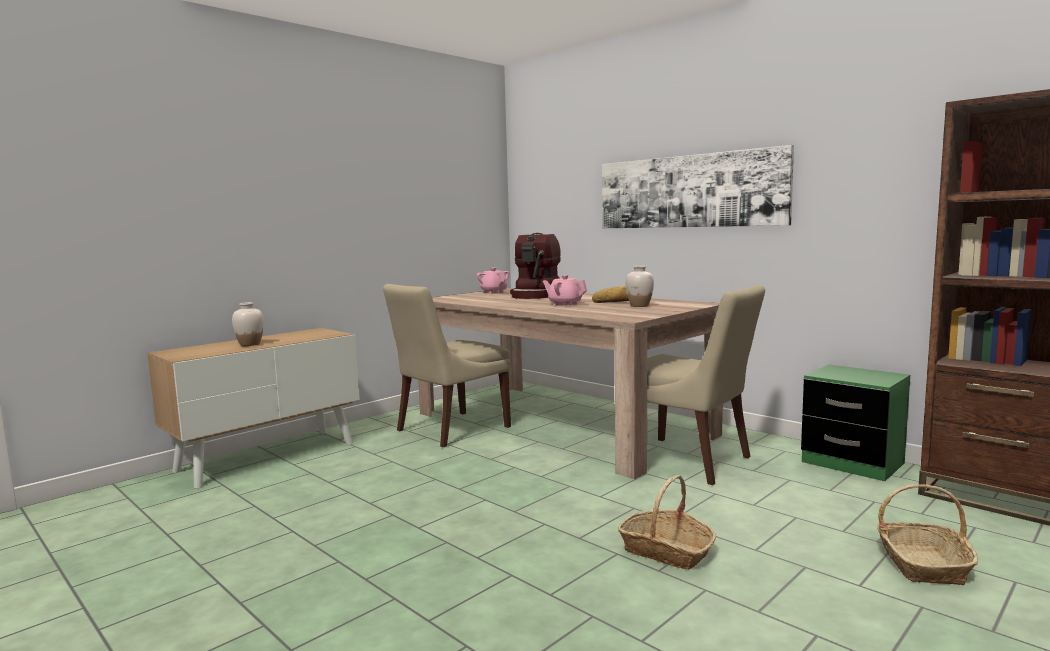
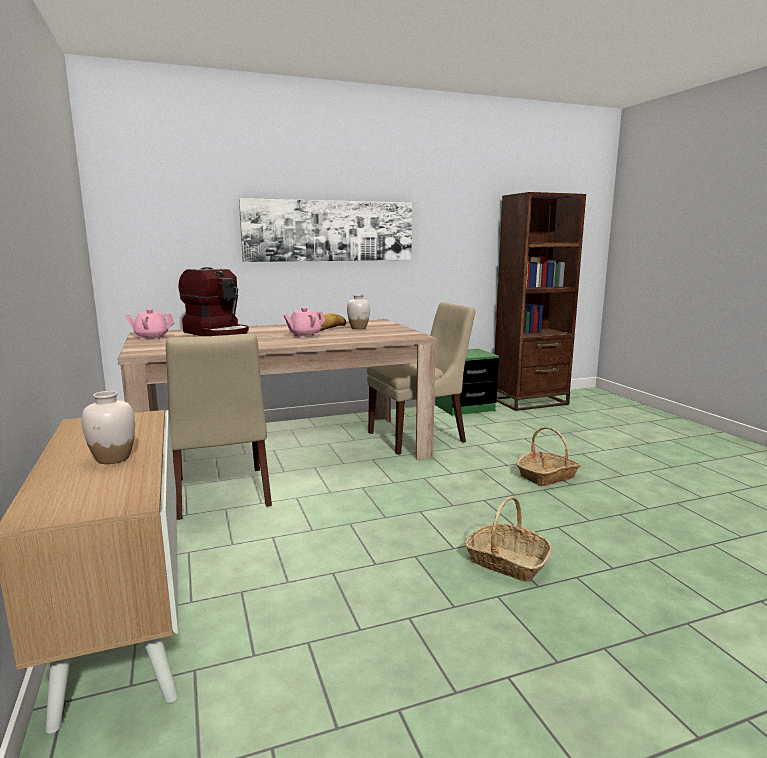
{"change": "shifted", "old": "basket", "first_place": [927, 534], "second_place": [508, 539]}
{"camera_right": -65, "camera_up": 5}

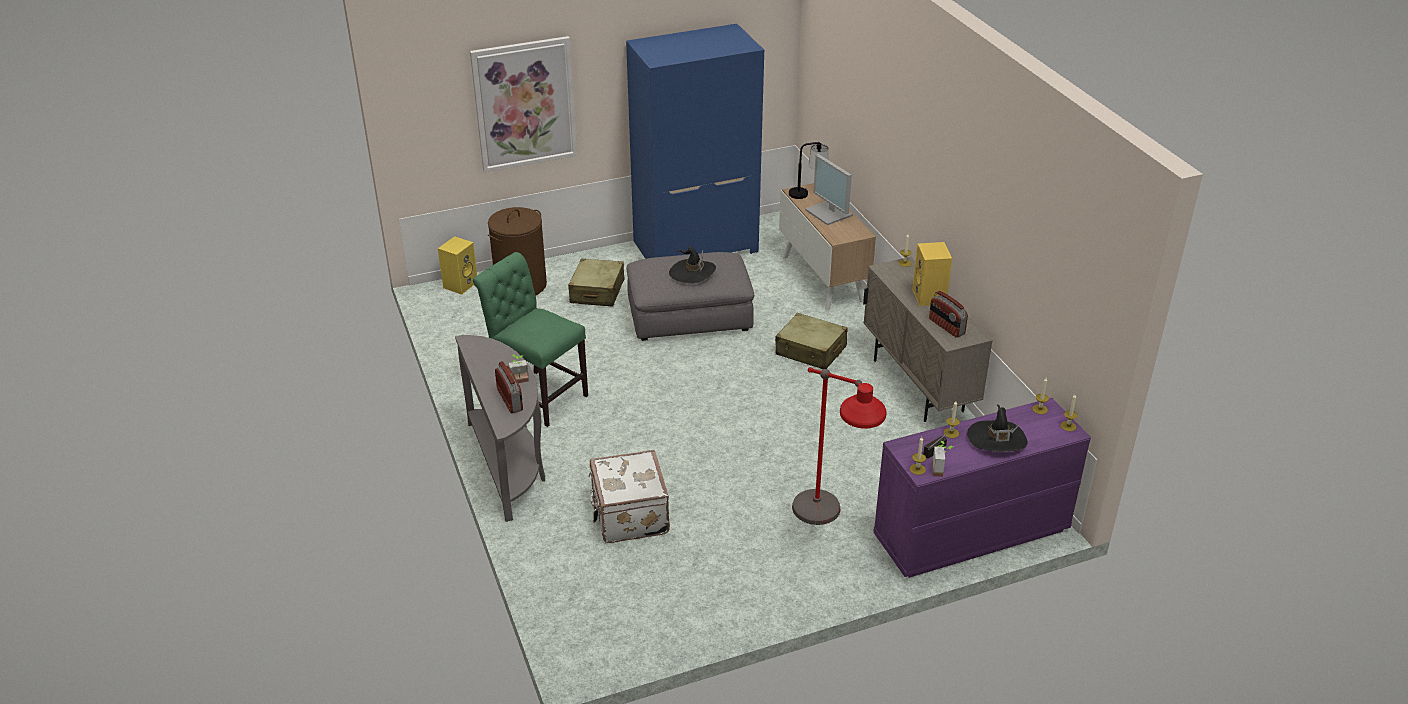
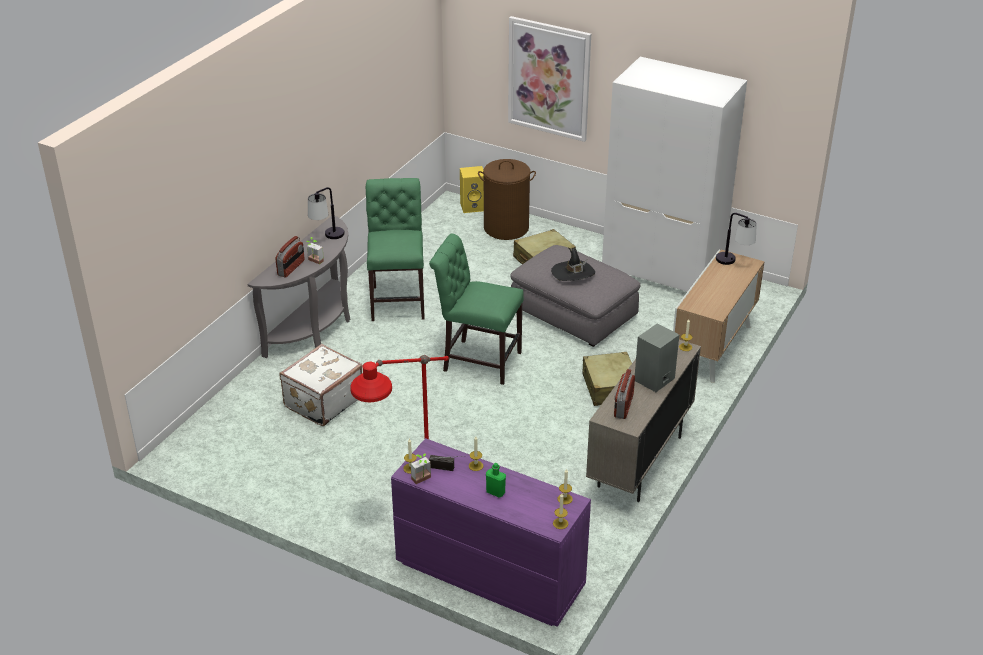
{"change": "gone", "old": "monitor", "first_place": [829, 189]}
{"change": "new", "new": "table lamp", "second_place": [326, 213]}
{"change": "new", "new": "green chair", "second_place": [476, 309]}
{"change": "swapped", "old": "black hat", "new": "green bottle", "first_place": [997, 428], "second_place": [496, 480]}
{"change": "repainted", "old": "blue wardrobe", "new": "white wardrobe", "first_place": [695, 141], "second_place": [674, 174]}
{"change": "repainted", "old": "yellow speaker", "new": "grey speaker", "first_place": [932, 274], "second_place": [657, 357]}
{"camera_right": 50, "camera_up": 0}

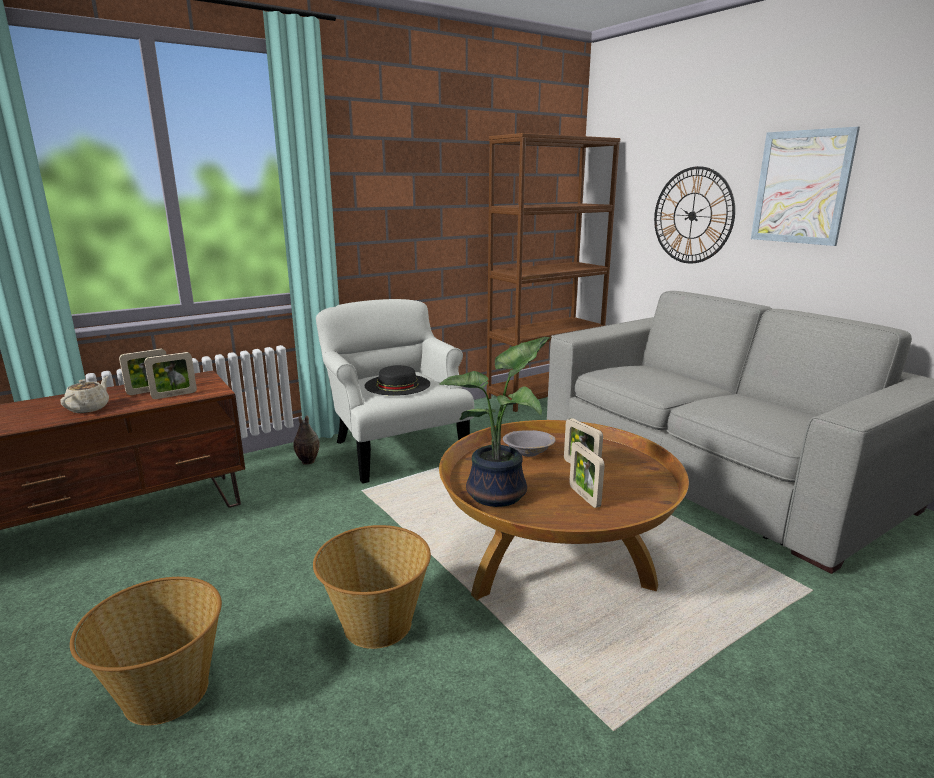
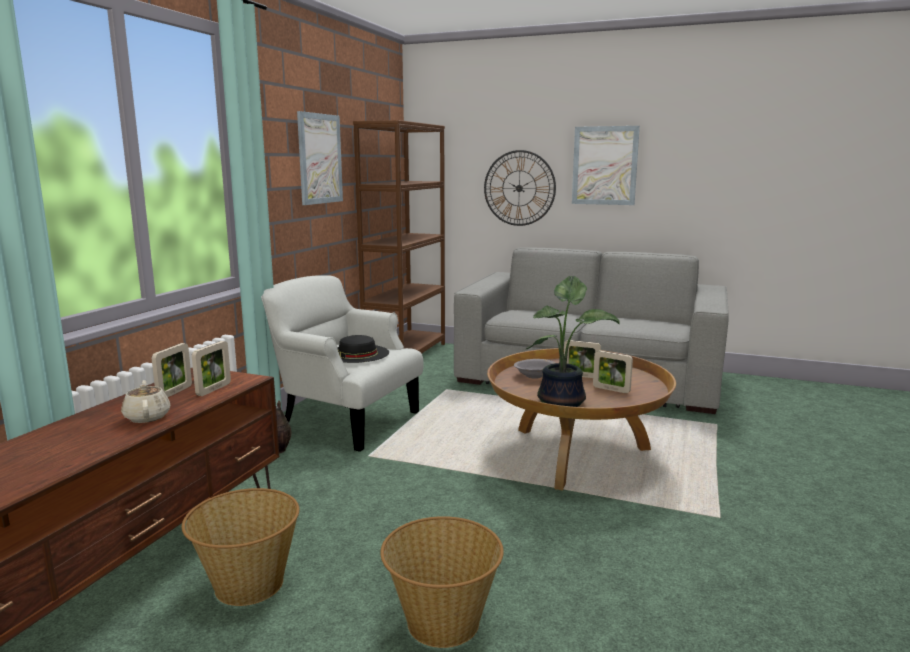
{"change": "new", "new": "picture", "second_place": [320, 158]}
{"change": "shifted", "old": "basket", "first_place": [372, 587], "second_place": [240, 547]}
{"camera_right": -35, "camera_up": -5}

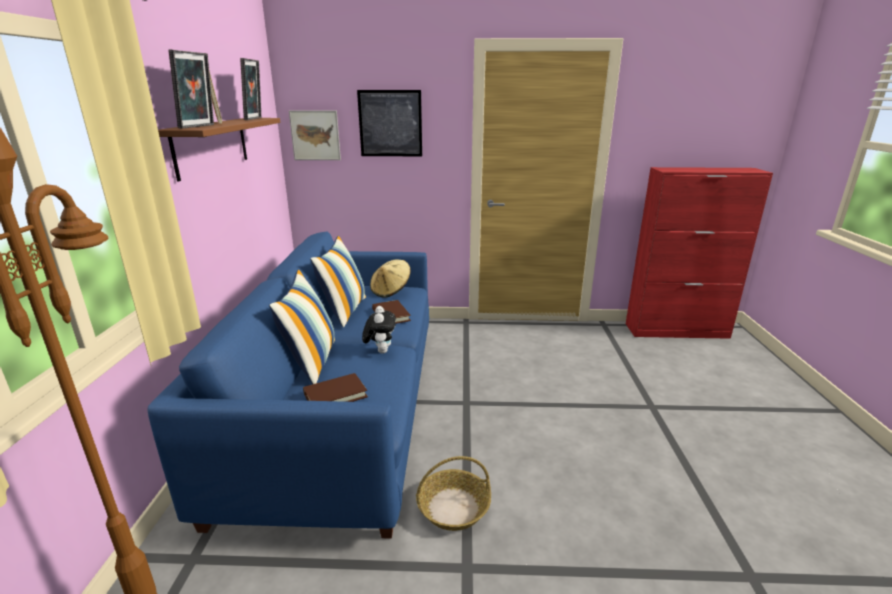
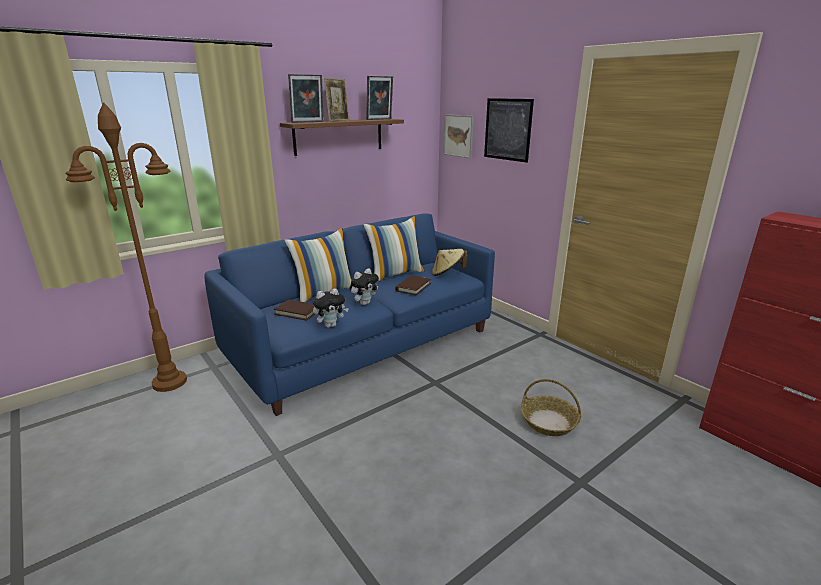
{"change": "new", "new": "plush toy", "second_place": [331, 308]}
{"change": "shifted", "old": "basket", "first_place": [453, 493], "second_place": [551, 407]}
{"camera_right": 50, "camera_up": 0}

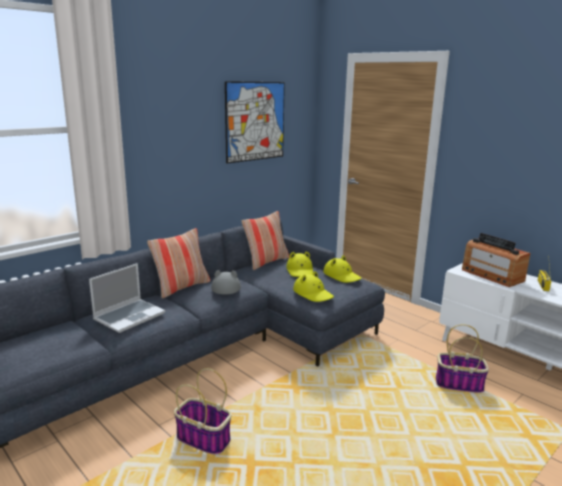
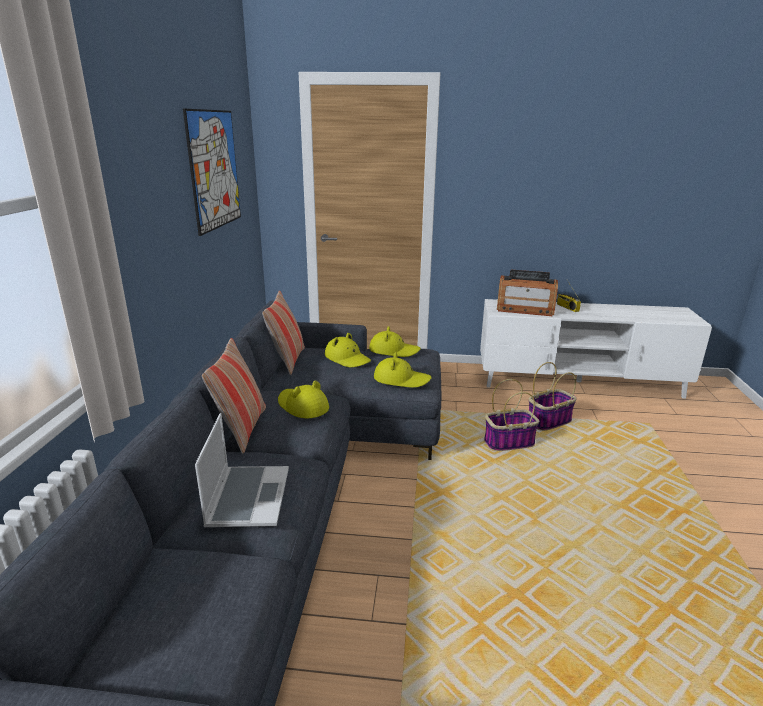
{"change": "shifted", "old": "basket", "first_place": [203, 411], "second_place": [511, 415]}
{"change": "repainted", "old": "grey hat", "new": "yellow hat", "first_place": [226, 282], "second_place": [303, 399]}
{"camera_right": -40, "camera_up": 5}

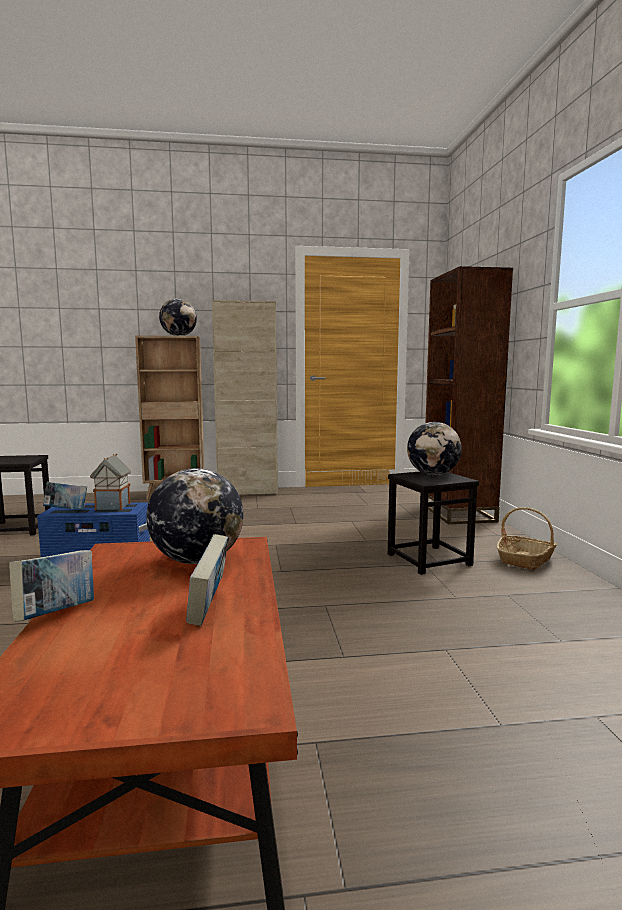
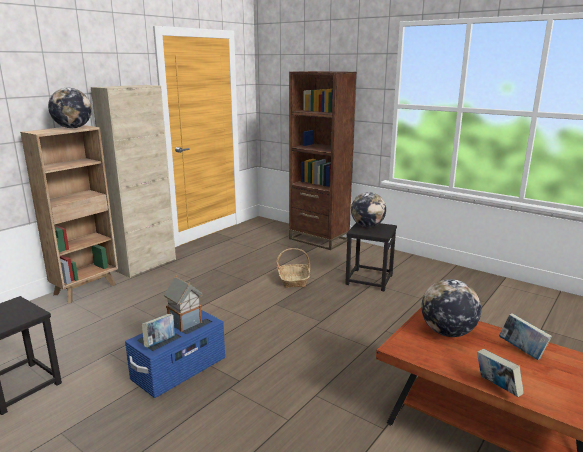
{"change": "shifted", "old": "basket", "first_place": [527, 538], "second_place": [293, 268]}
{"camera_right": -45, "camera_up": 10}

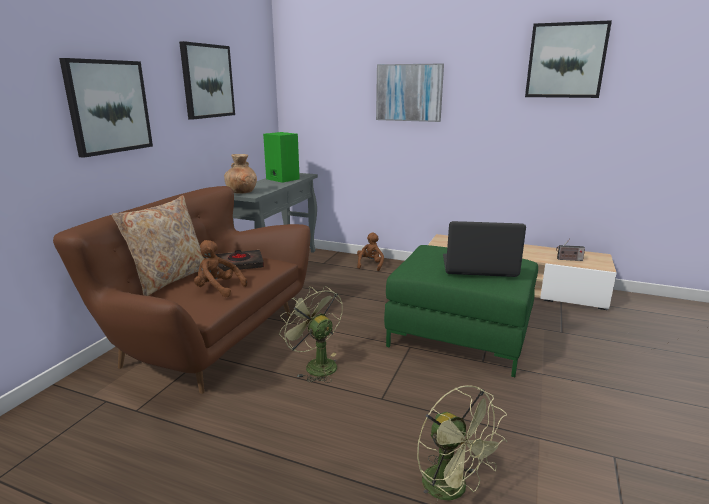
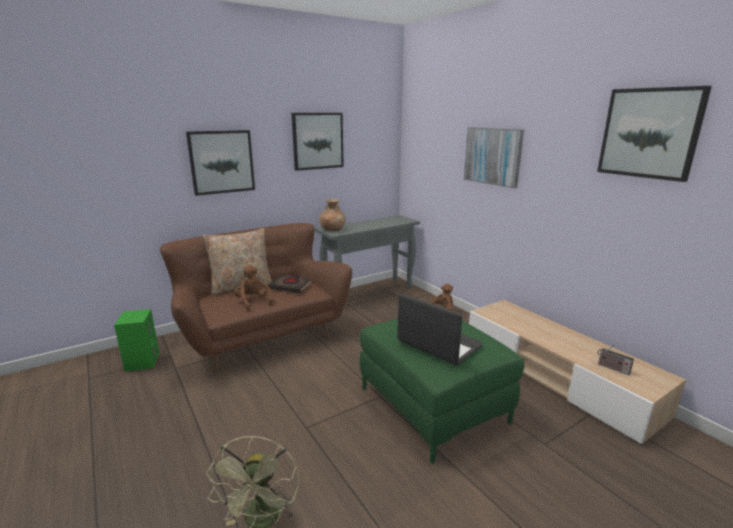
{"change": "gone", "old": "green fan", "first_place": [311, 334]}
{"change": "shifted", "old": "green speaker", "first_place": [281, 157], "second_place": [136, 340]}
{"camera_right": 35, "camera_up": 0}

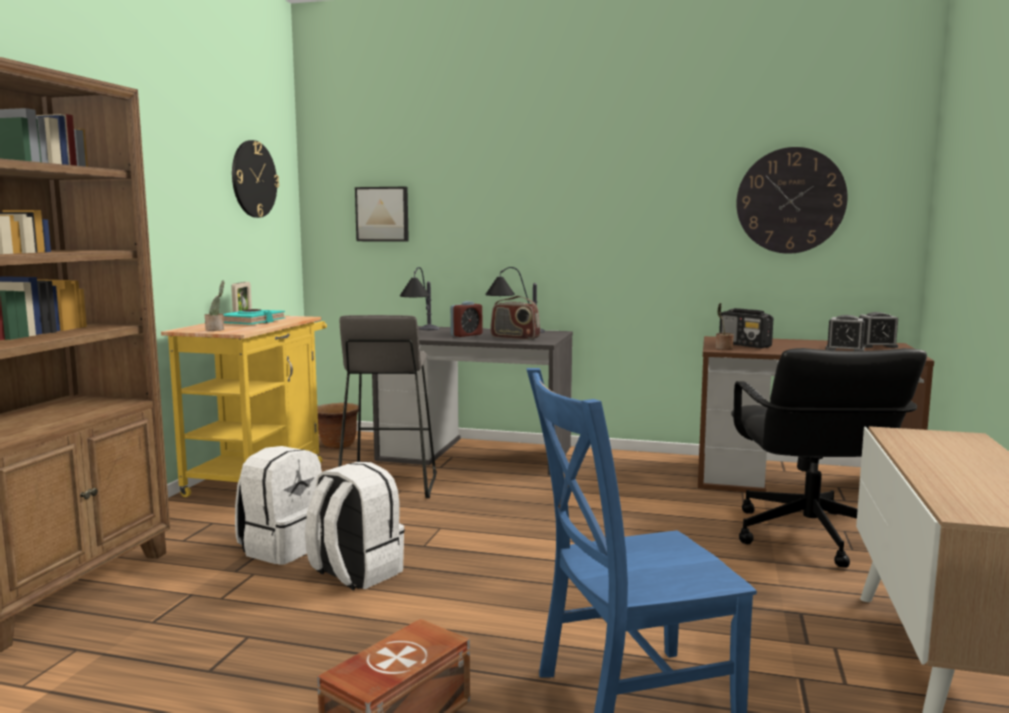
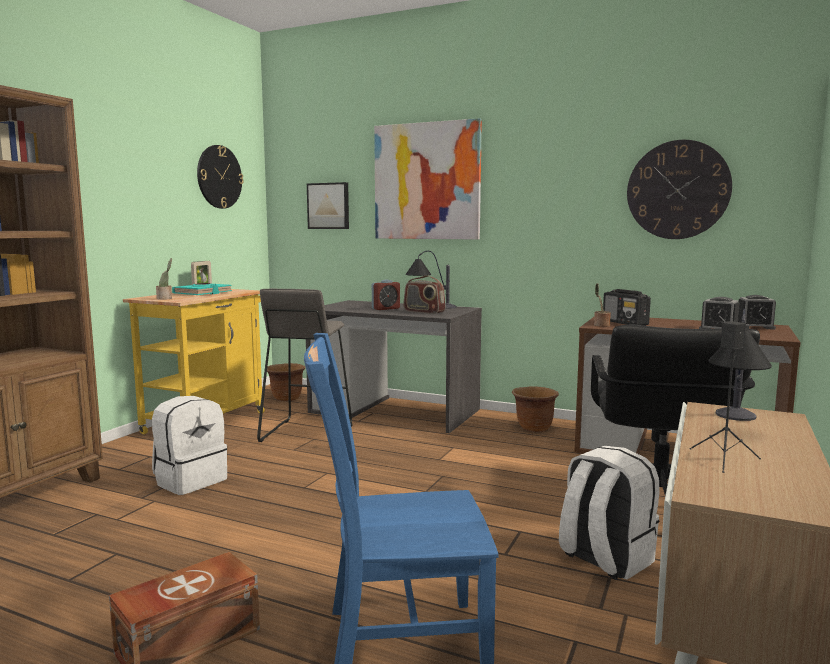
{"change": "new", "new": "picture", "second_place": [428, 179]}
{"change": "new", "new": "brown planter", "second_place": [535, 409]}
{"change": "new", "new": "black speaker", "second_place": [725, 397]}
{"change": "shifted", "old": "white backpack", "first_place": [355, 526], "second_place": [609, 513]}
{"change": "shifted", "old": "table lamp", "first_place": [420, 298], "second_place": [740, 365]}
{"camera_right": 10, "camera_up": 0}

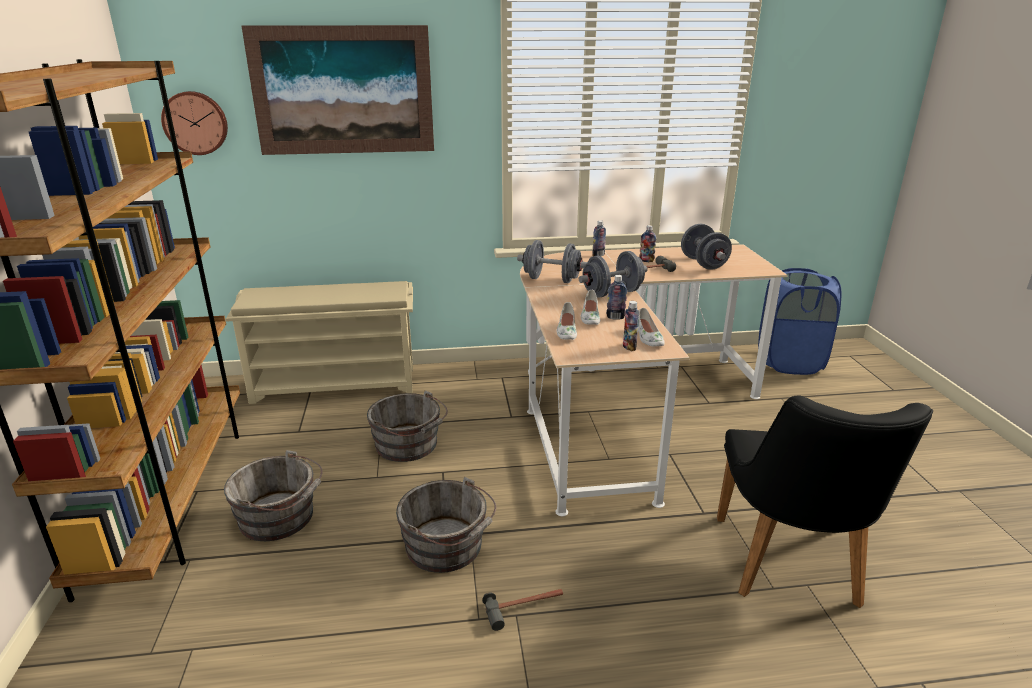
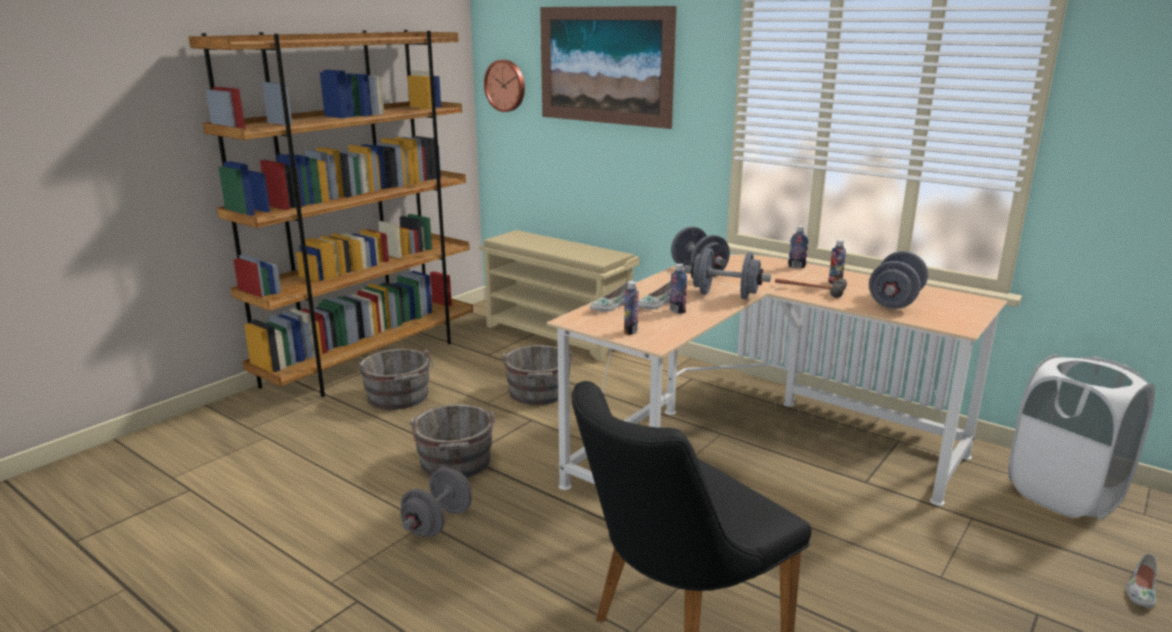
{"change": "shifted", "old": "white shoe", "first_place": [651, 327], "second_place": [1142, 581]}
{"change": "swapped", "old": "hammer", "new": "grey dumbbell", "first_place": [522, 610], "second_place": [436, 502]}
{"change": "repainted", "old": "blue laundry basket", "new": "white laundry basket", "first_place": [800, 321], "second_place": [1081, 437]}
{"camera_right": 45, "camera_up": -5}

